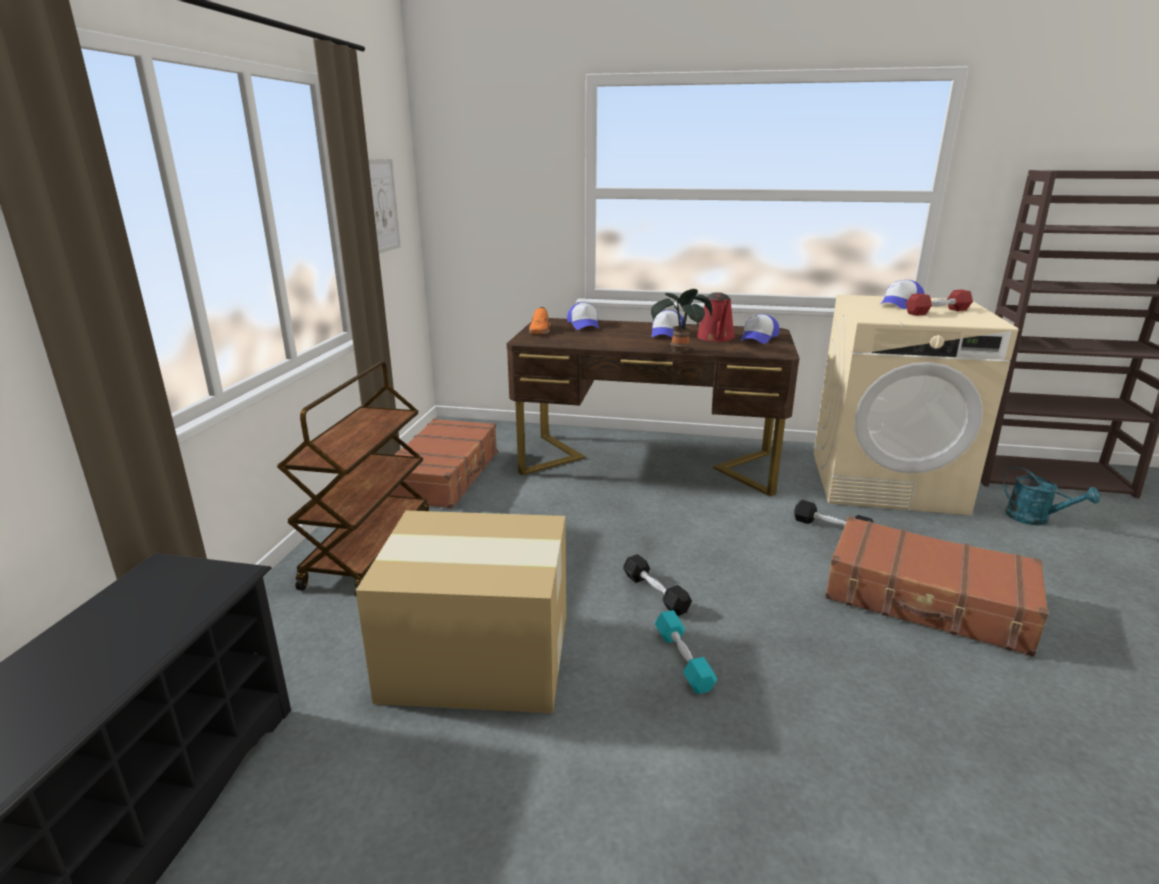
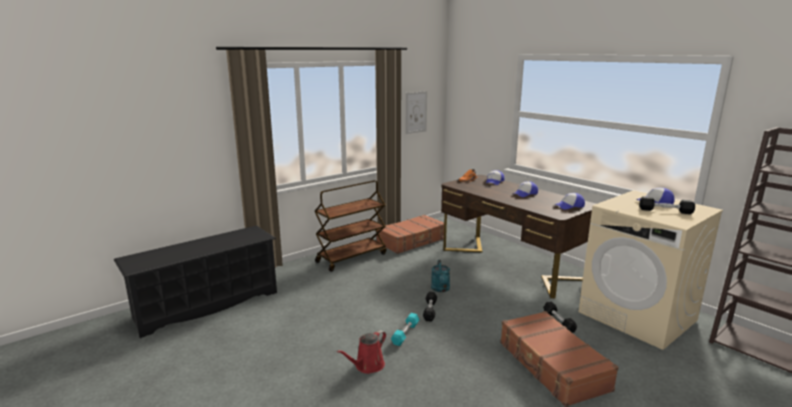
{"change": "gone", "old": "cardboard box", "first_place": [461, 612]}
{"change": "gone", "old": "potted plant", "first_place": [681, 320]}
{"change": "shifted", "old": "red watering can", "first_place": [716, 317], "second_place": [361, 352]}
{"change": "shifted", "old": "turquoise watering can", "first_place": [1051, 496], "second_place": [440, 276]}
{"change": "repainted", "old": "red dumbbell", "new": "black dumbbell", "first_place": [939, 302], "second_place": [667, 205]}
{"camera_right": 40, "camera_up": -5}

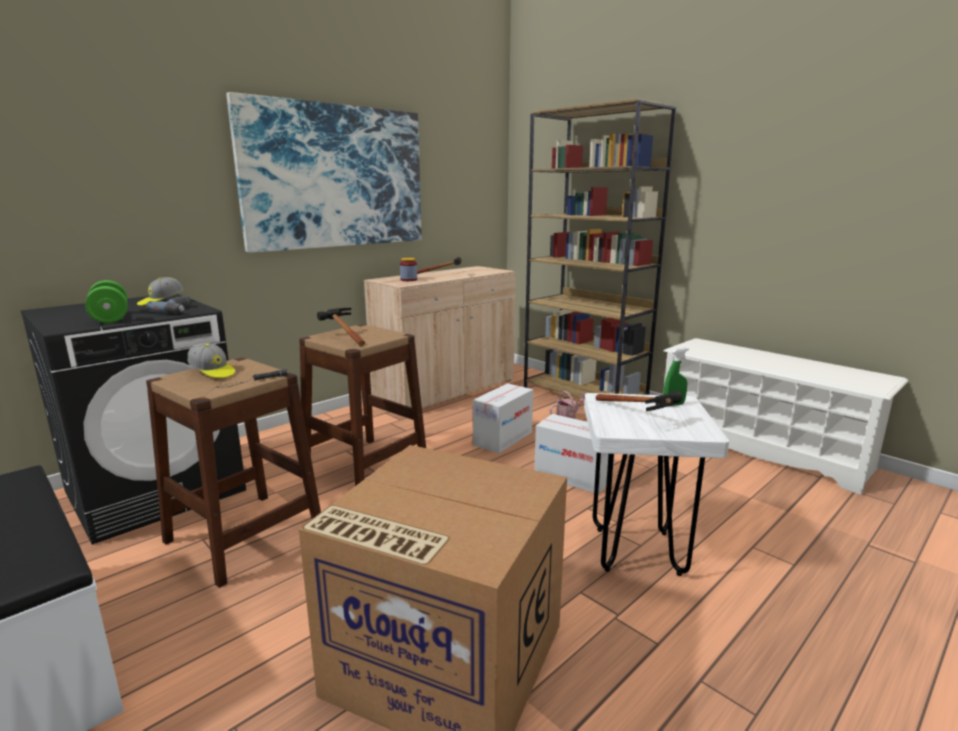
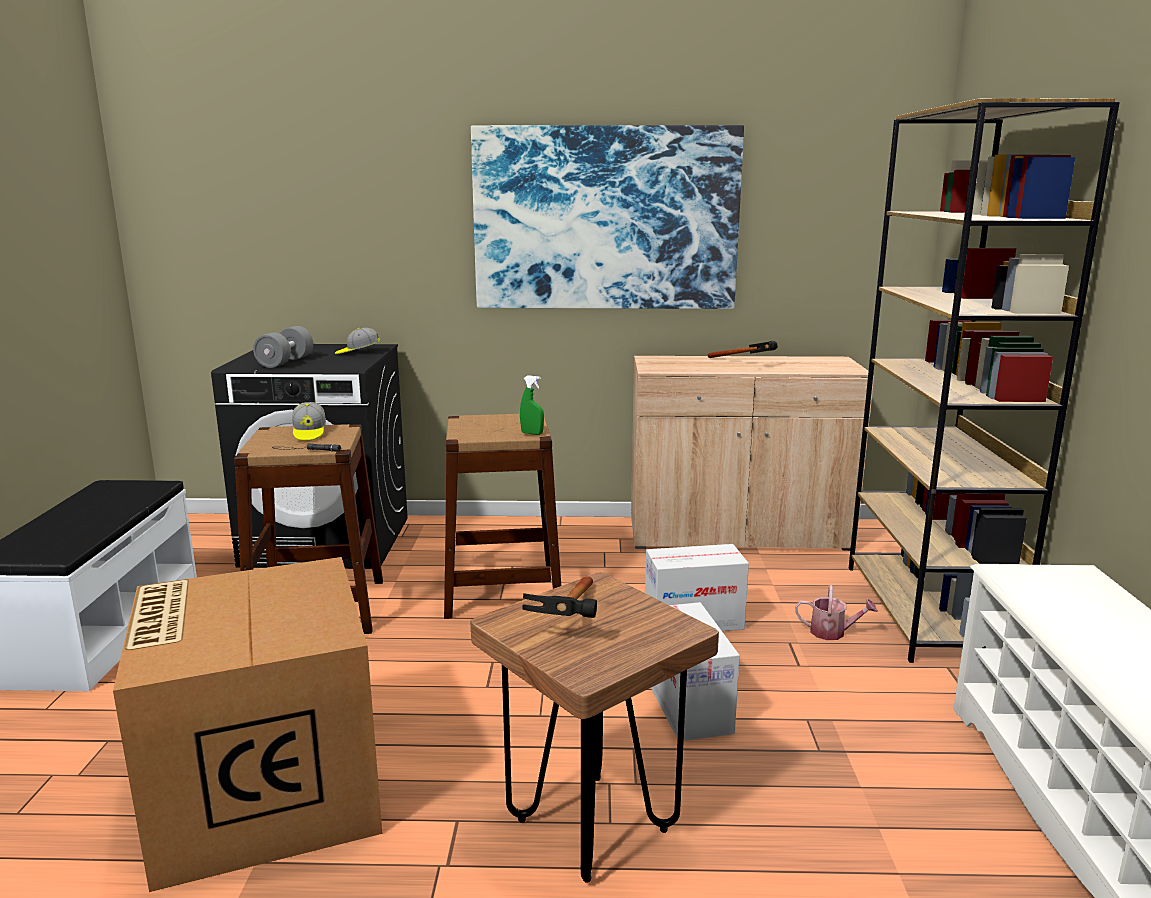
{"change": "gone", "old": "power drill", "first_place": [168, 304]}
{"change": "gone", "old": "hammer", "first_place": [341, 327]}
{"change": "gone", "old": "jar", "first_place": [408, 269]}
{"change": "shifted", "old": "green spray bottle", "first_place": [676, 377], "second_place": [532, 405]}
{"change": "repainted", "old": "green dumbbell", "new": "grey dumbbell", "first_place": [106, 301], "second_place": [283, 347]}
{"change": "repainted", "old": "white stool", "new": "brown stool", "first_place": [656, 484], "second_place": [594, 727]}
{"camera_right": 45, "camera_up": 0}

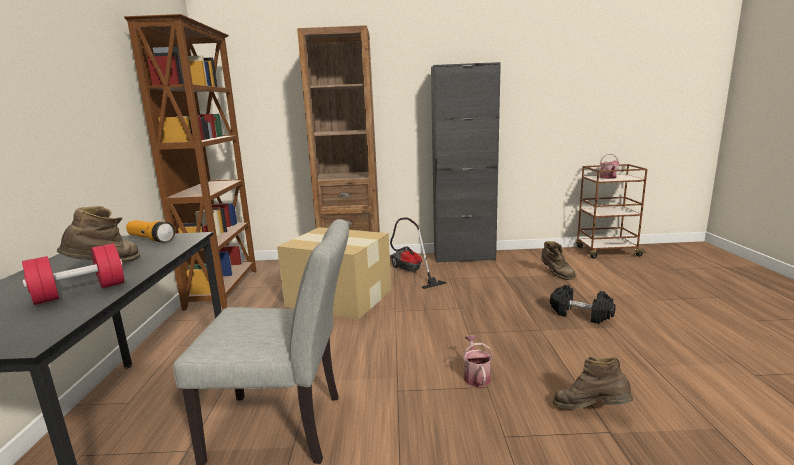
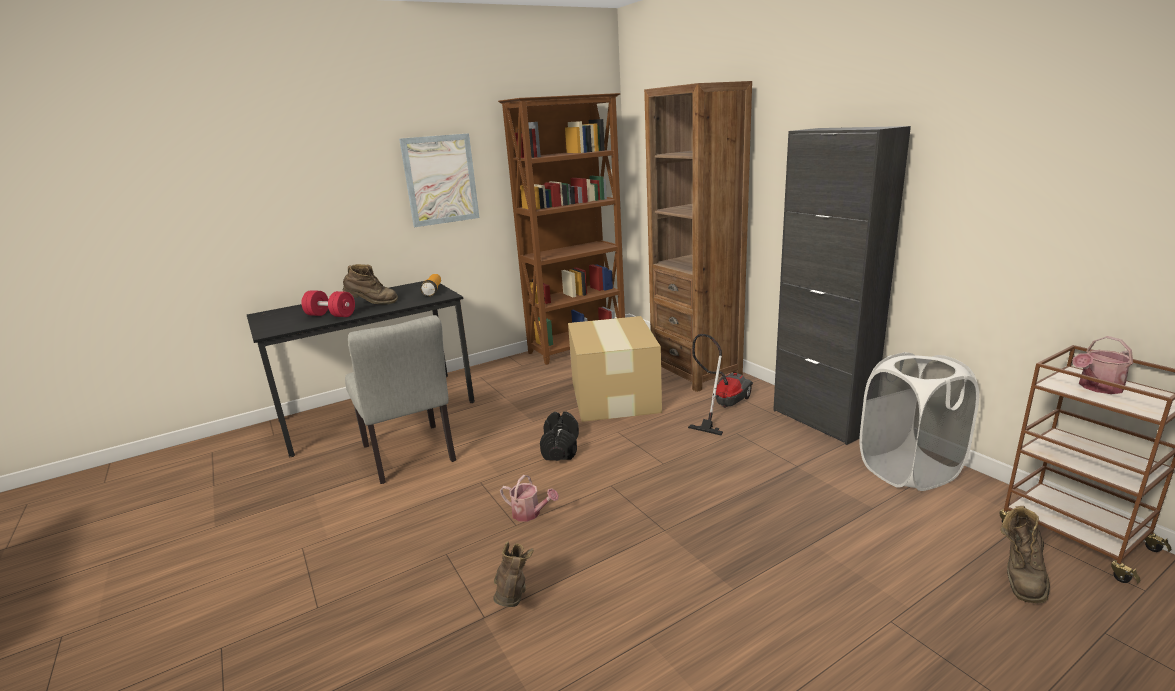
{"change": "new", "new": "picture", "second_place": [439, 180]}
{"change": "new", "new": "white laundry basket", "second_place": [919, 421]}
{"change": "shifted", "old": "brown boot", "first_place": [558, 260], "second_place": [1025, 554]}
{"change": "shifted", "old": "black dumbbell", "first_place": [583, 304], "second_place": [559, 436]}
{"change": "rotated", "old": "watering can", "first_place": [478, 361], "second_place": [529, 498], "degrees": 60}
{"camera_right": 60, "camera_up": 5}

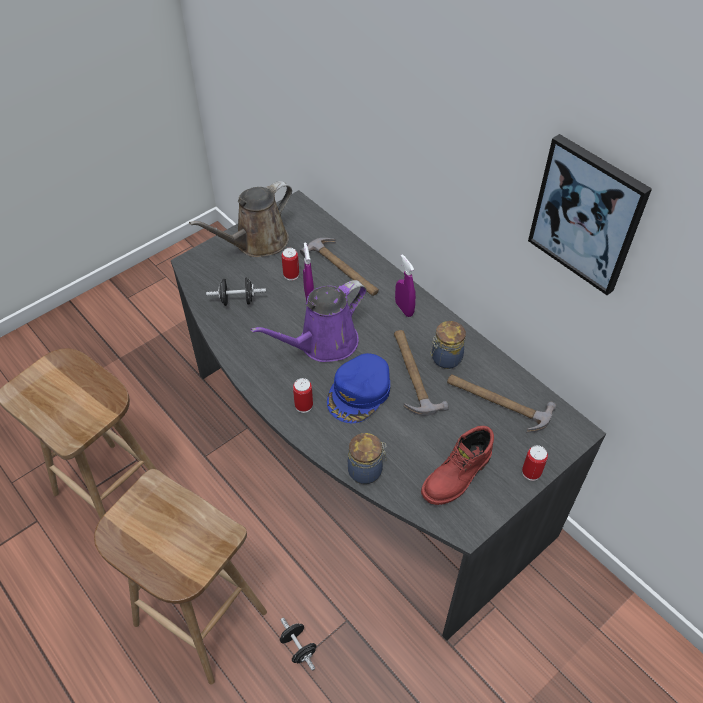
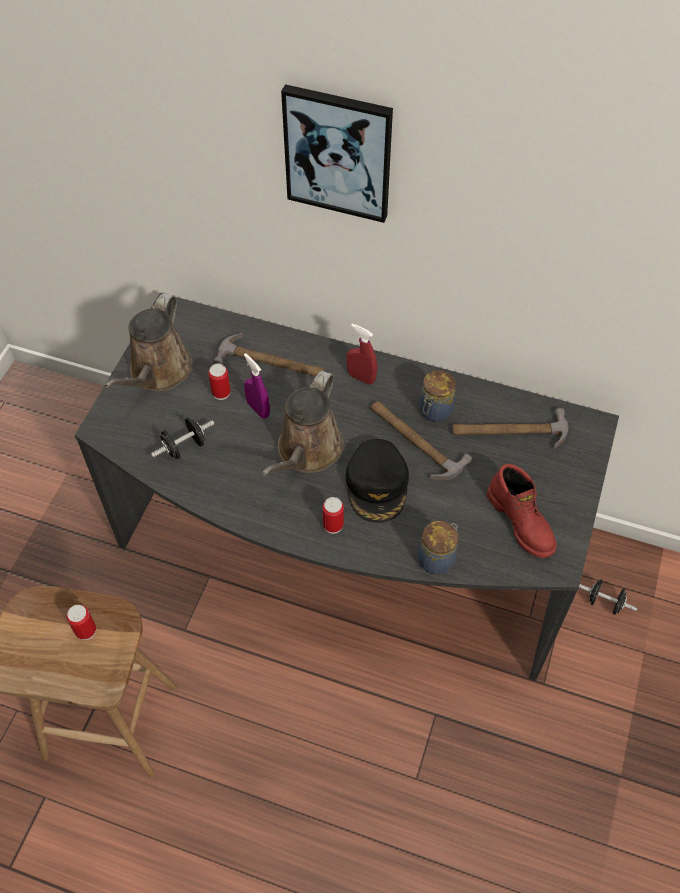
{"change": "gone", "old": "brown stool", "first_place": [180, 577]}
{"change": "shifted", "old": "black dumbbell", "first_place": [298, 644], "second_place": [608, 597]}
{"change": "shifted", "old": "can", "first_place": [535, 463], "second_place": [81, 622]}
{"change": "shifted", "old": "picture", "first_place": [590, 214], "second_place": [337, 153]}
{"change": "repainted", "old": "purple watering can", "new": "brown watering can", "first_place": [309, 321], "second_place": [303, 423]}
{"change": "repainted", "old": "blue cap", "new": "black cap", "first_place": [358, 388], "second_place": [377, 481]}
{"change": "repainted", "old": "purple spray bottle", "new": "red spray bottle", "first_place": [405, 285], "second_place": [362, 354]}
{"change": "rotated", "old": "red boot", "first_place": [457, 465], "second_place": [522, 511], "degrees": -45}
{"camera_right": -30, "camera_up": 5}

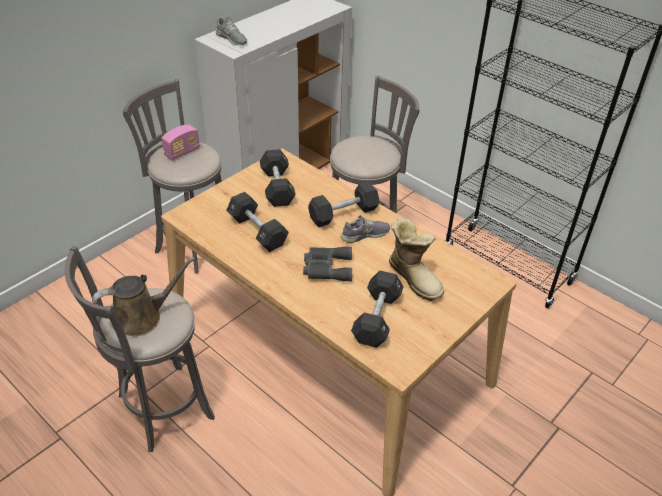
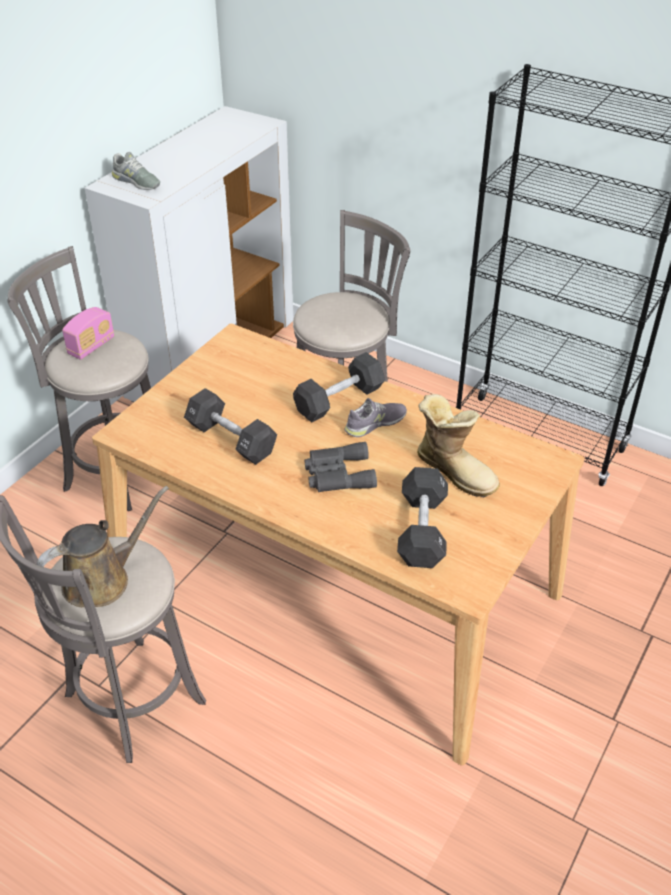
{"change": "gone", "old": "black dumbbell", "first_place": [278, 178]}
{"camera_right": -10, "camera_up": 0}

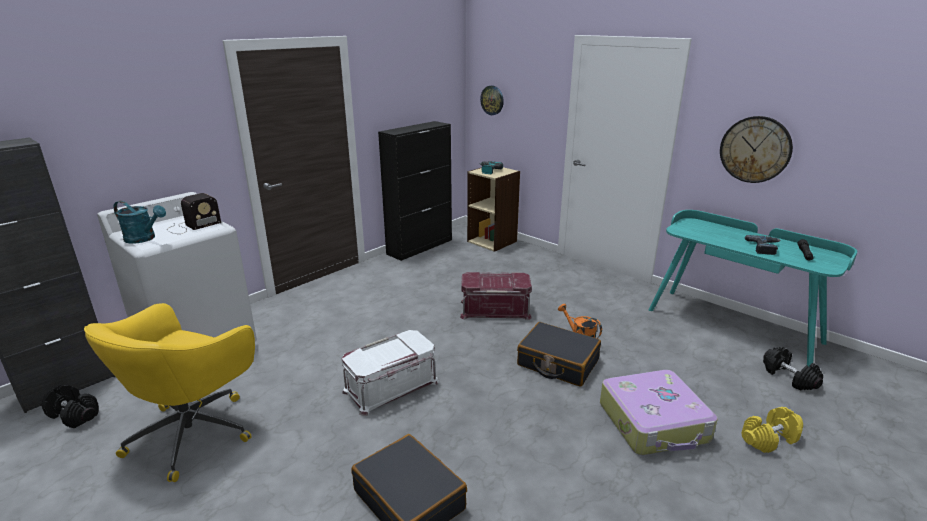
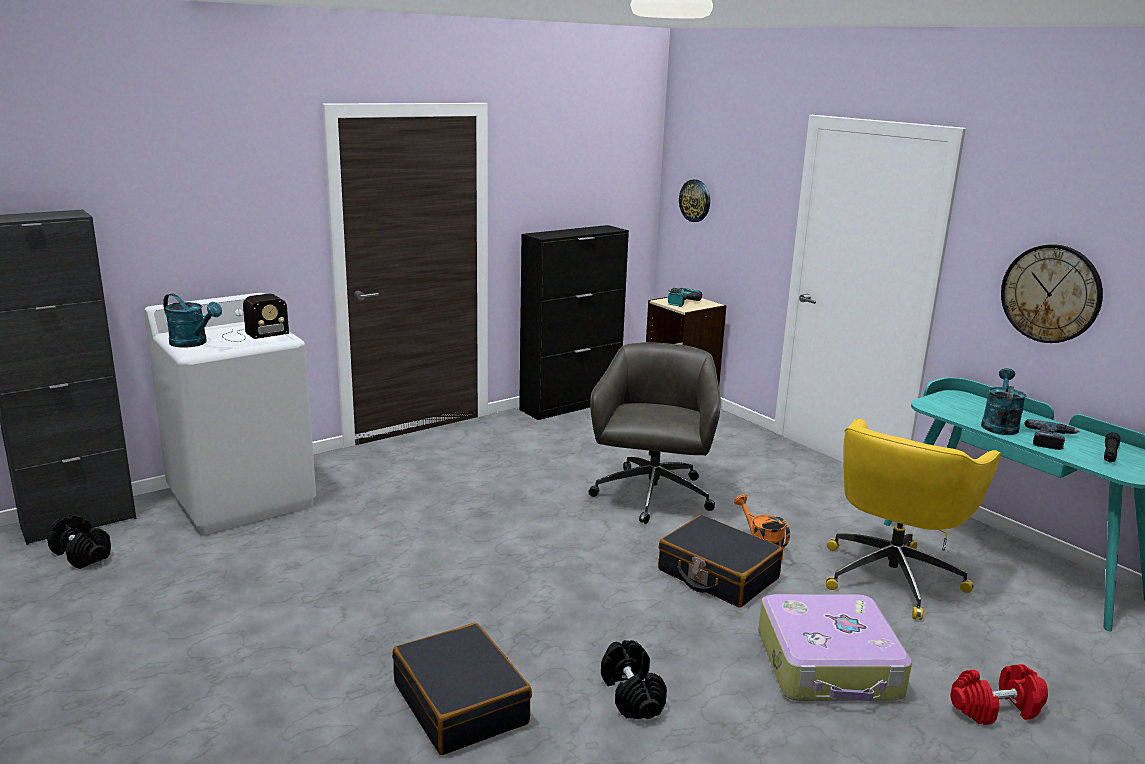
{"change": "gone", "old": "white storage box", "first_place": [390, 373]}
{"change": "new", "new": "turquoise watering can", "second_place": [1003, 401]}
{"change": "shifted", "old": "yellow office chair", "first_place": [169, 392], "second_place": [913, 519]}
{"change": "shifted", "old": "black dumbbell", "first_place": [793, 369], "second_place": [634, 679]}
{"change": "swapped", "old": "red storage box", "new": "grey office chair", "first_place": [496, 296], "second_place": [655, 433]}
{"change": "repainted", "old": "yellow dumbbell", "new": "red dumbbell", "first_place": [772, 430], "second_place": [999, 694]}
{"camera_right": 10, "camera_up": -5}

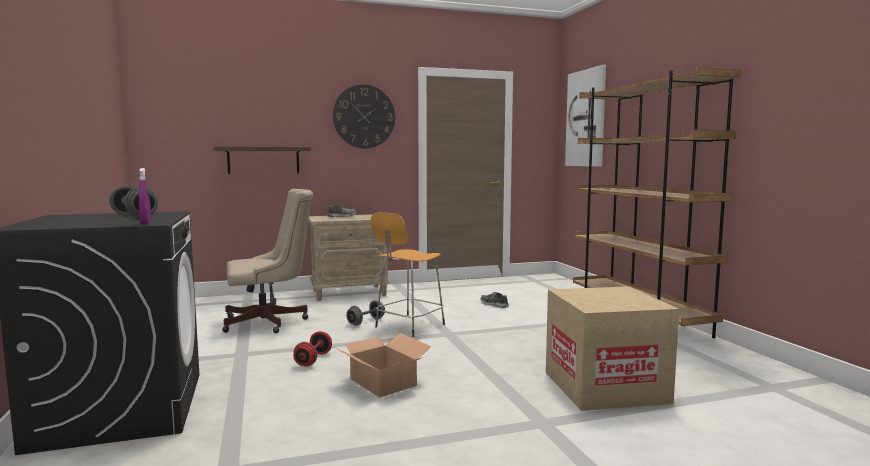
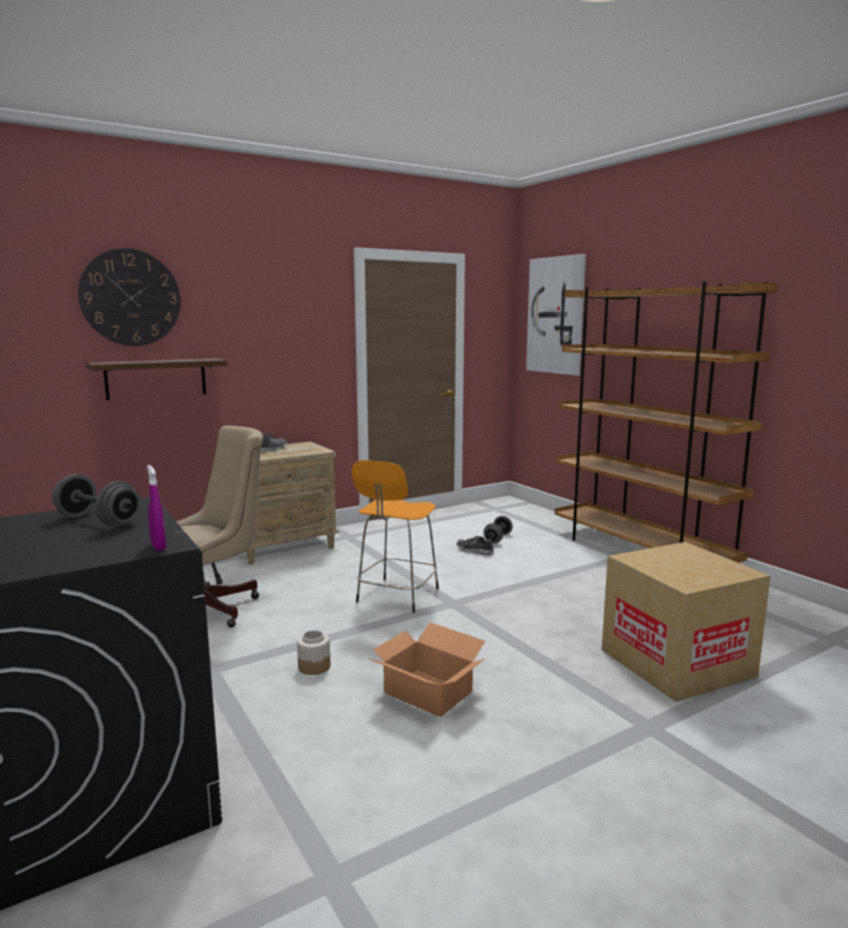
{"change": "shifted", "old": "wall clock", "first_place": [364, 116], "second_place": [129, 297]}
{"change": "shifted", "old": "grey dumbbell", "first_place": [365, 313], "second_place": [498, 530]}
{"change": "swapped", "old": "red dumbbell", "new": "jar", "first_place": [312, 348], "second_place": [313, 652]}
{"camera_right": -15, "camera_up": 5}

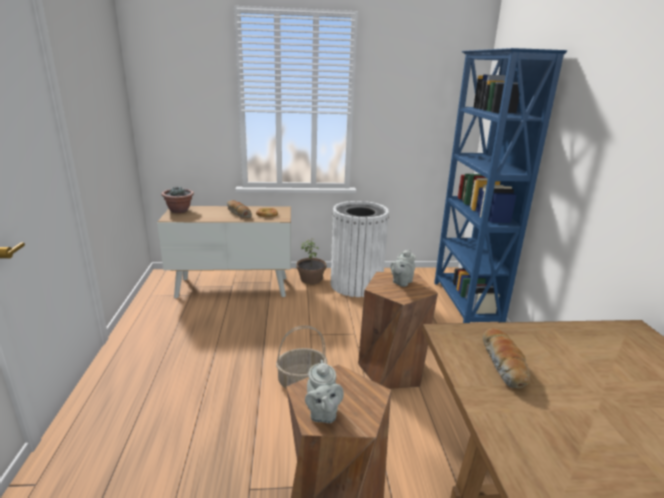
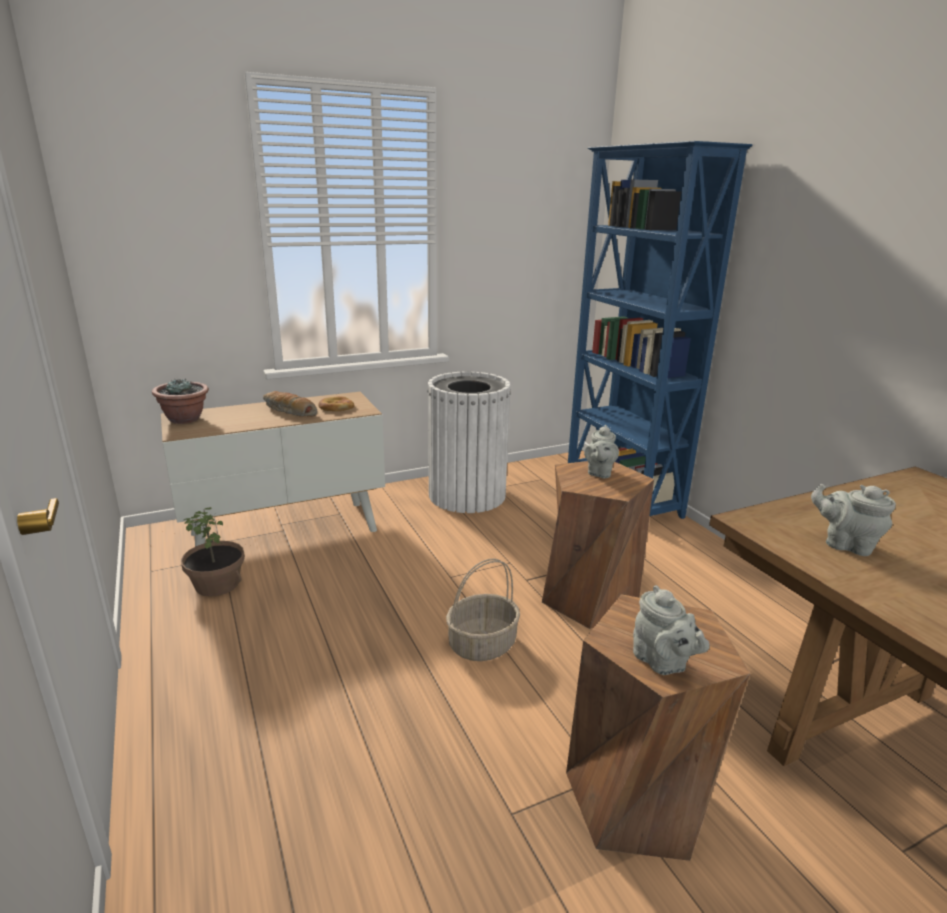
{"change": "shifted", "old": "potted plant", "first_place": [311, 261], "second_place": [213, 552]}
{"change": "swapped", "old": "bread", "new": "grey teapot", "first_place": [506, 358], "second_place": [853, 519]}
{"camera_right": -20, "camera_up": 0}

